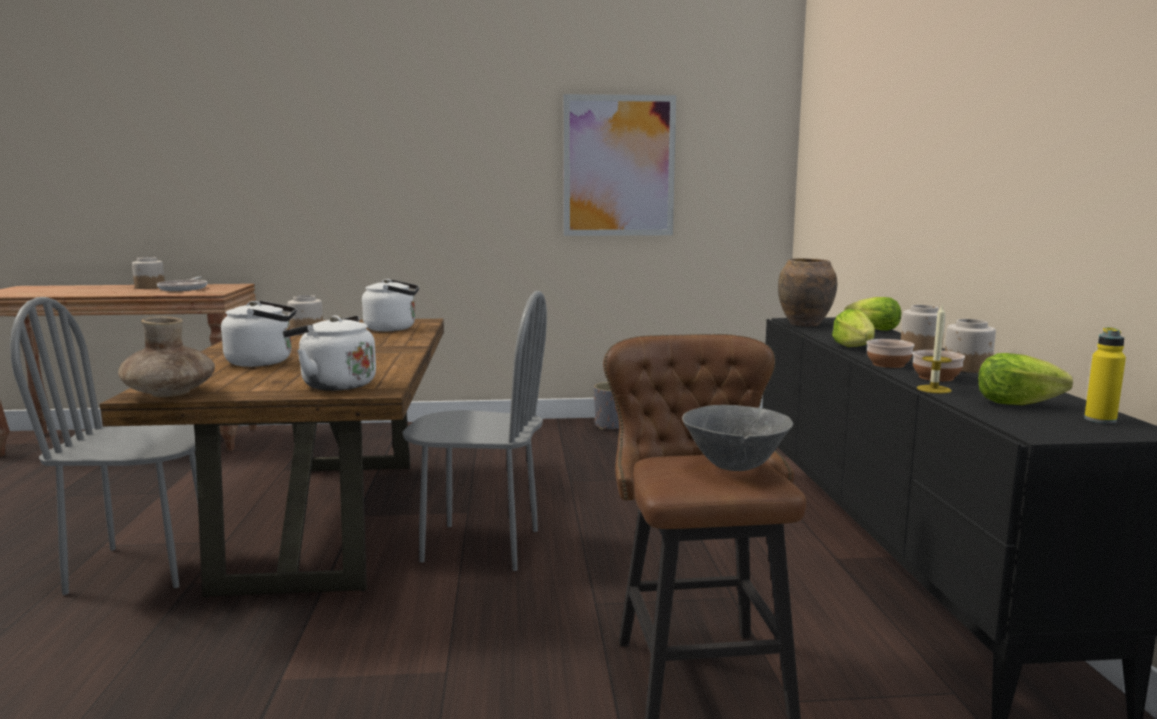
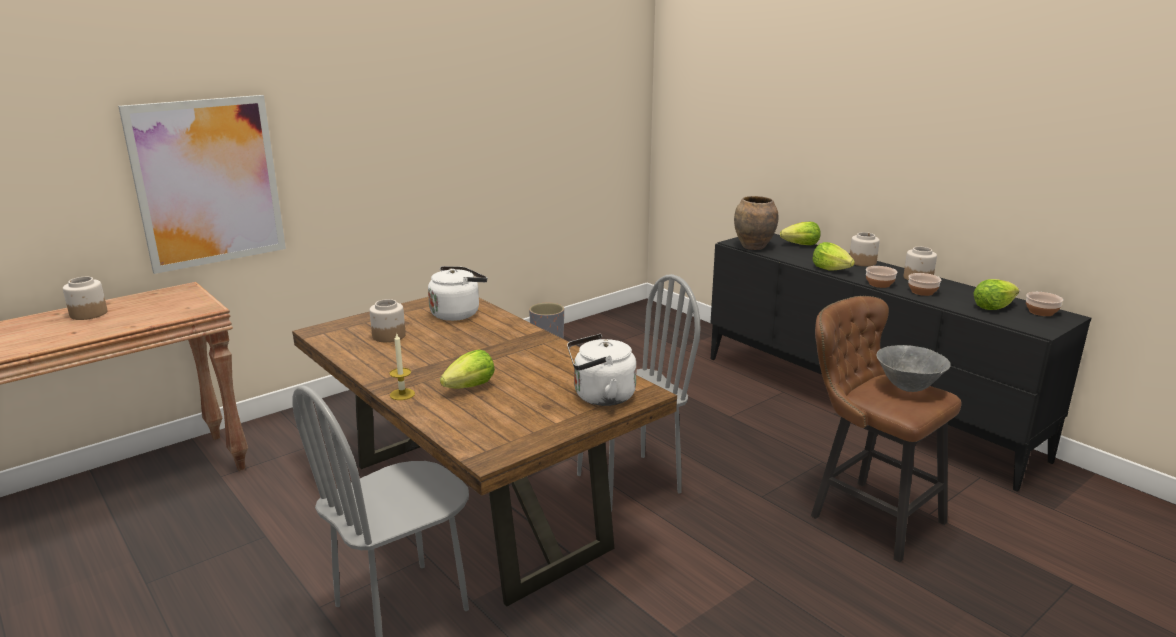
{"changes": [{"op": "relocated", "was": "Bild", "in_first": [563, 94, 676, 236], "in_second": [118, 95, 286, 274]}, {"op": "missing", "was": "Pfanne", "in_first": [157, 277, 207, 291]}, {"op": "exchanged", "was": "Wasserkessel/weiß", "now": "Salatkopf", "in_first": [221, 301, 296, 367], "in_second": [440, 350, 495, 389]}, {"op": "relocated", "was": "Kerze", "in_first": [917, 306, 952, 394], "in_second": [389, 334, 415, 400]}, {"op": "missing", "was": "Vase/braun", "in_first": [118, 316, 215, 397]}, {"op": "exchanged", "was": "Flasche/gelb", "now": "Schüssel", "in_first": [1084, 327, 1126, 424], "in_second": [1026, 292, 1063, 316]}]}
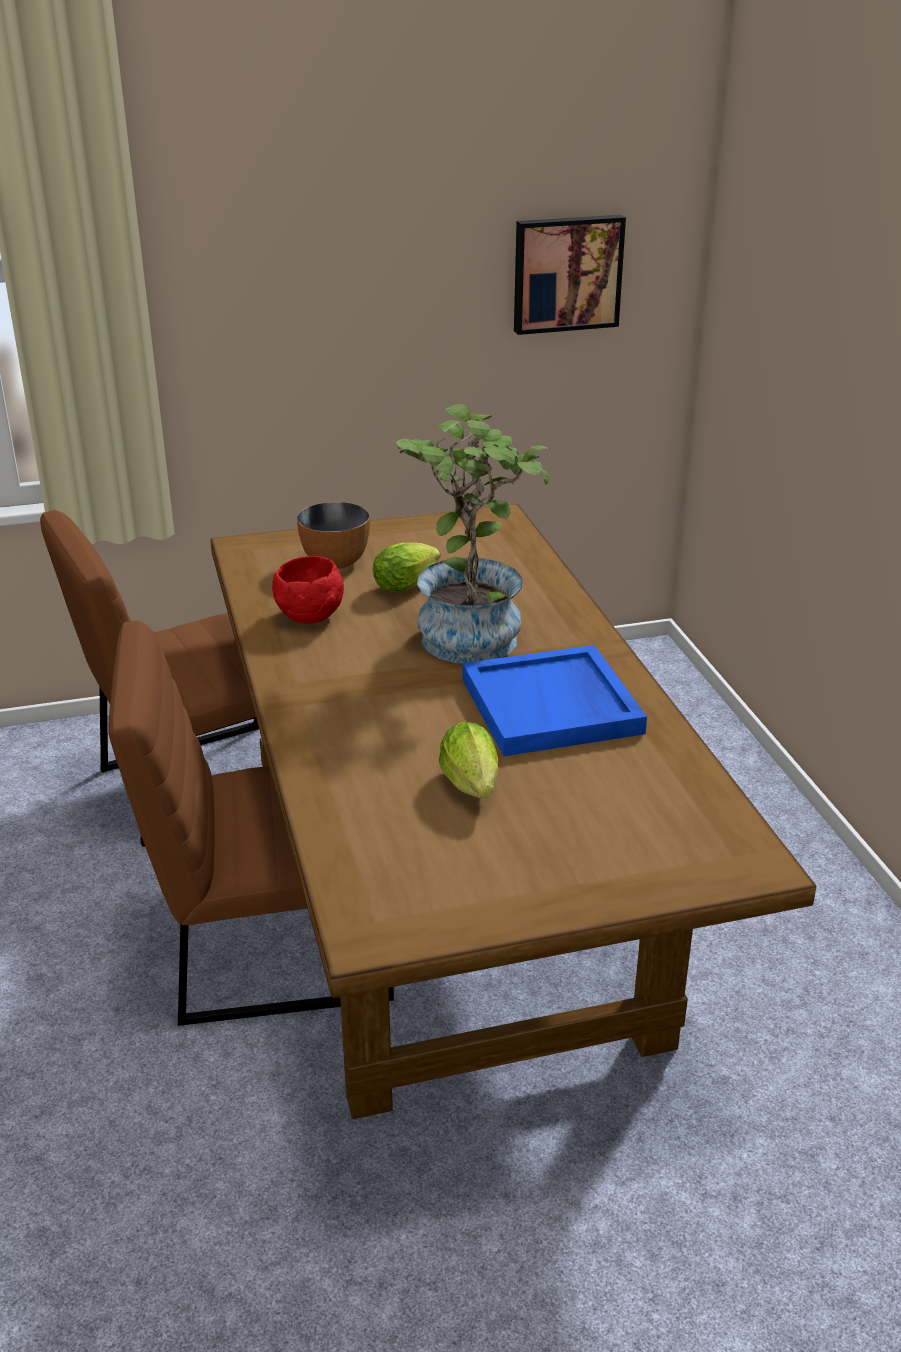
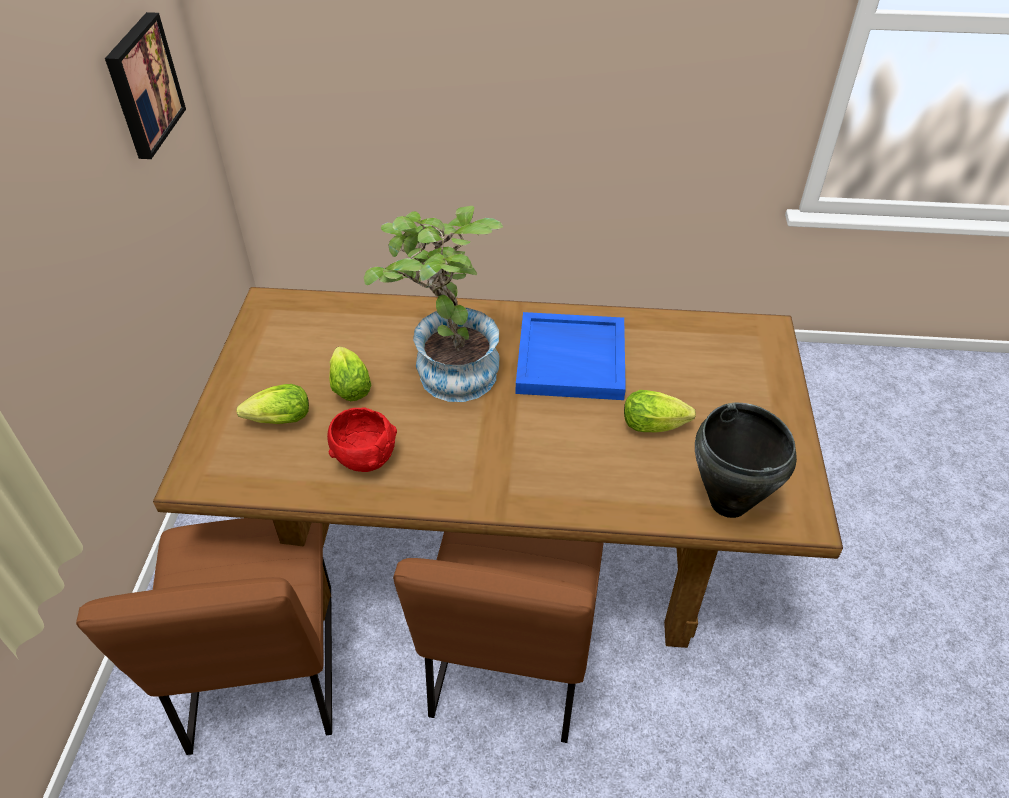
{"changes": [{"op": "exchanged", "was": "Schüssel", "now": "Salatkopf", "in_first": [297, 502, 370, 569], "in_second": [236, 384, 309, 424]}, {"op": "appeared", "now": "Kochtopf/schwarz", "in_second": [695, 403, 797, 518]}]}
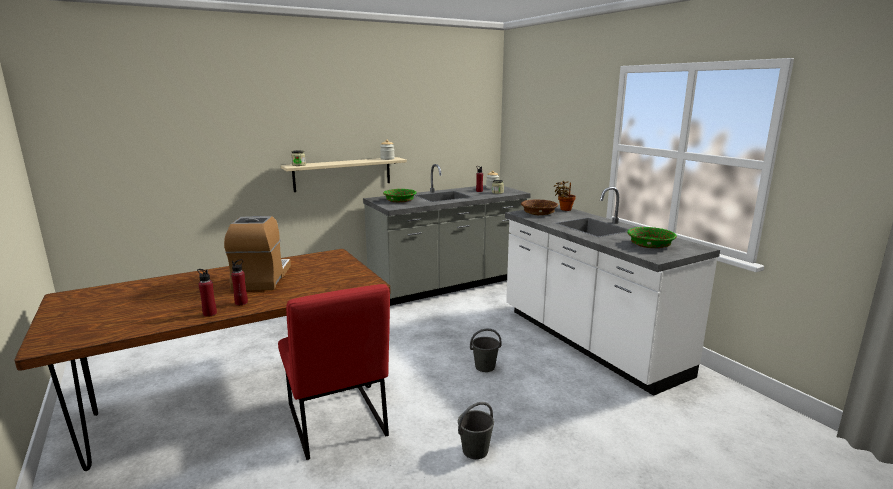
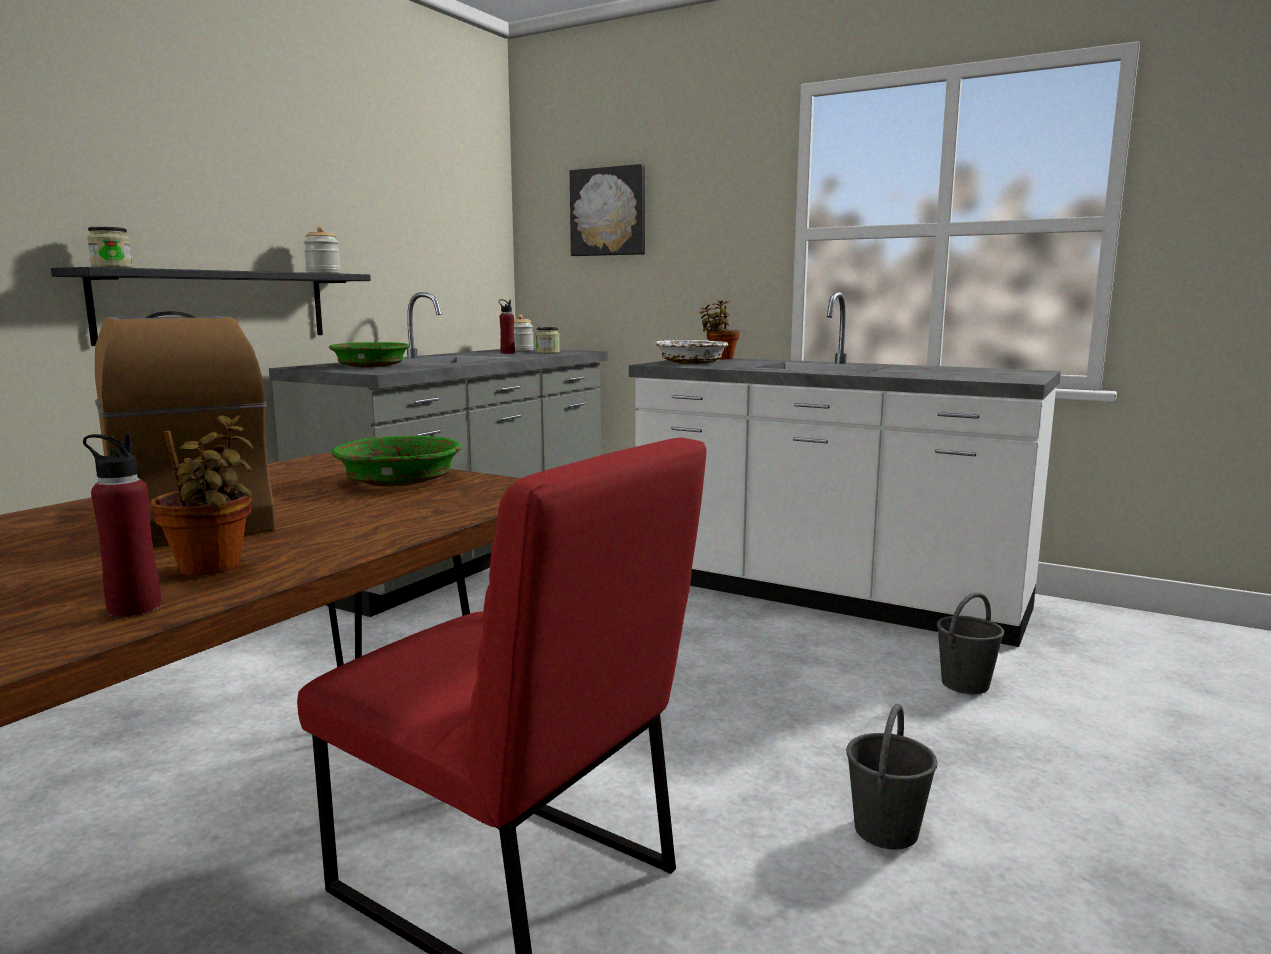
{"changes": [{"op": "colour", "was": "Wandregal/beige", "now": "Wandregal/schwarz", "in_first": [281, 157, 407, 192], "in_second": [51, 267, 371, 346]}, {"op": "colour", "was": "Schüssel/braun", "now": "Schüssel/weiß", "in_first": [521, 199, 558, 215], "in_second": [655, 340, 728, 364]}, {"op": "relocated", "was": "Schüssel/grün", "in_first": [627, 227, 677, 248], "in_second": [331, 436, 462, 487]}, {"op": "exchanged", "was": "Flasche/rot", "now": "Topfpflanze", "in_first": [231, 259, 248, 305], "in_second": [151, 415, 254, 576]}, {"op": "relocated", "was": "Eimer/grau", "in_first": [470, 329, 502, 372], "in_second": [937, 592, 1004, 694]}, {"op": "appeared", "now": "Bild", "in_second": [570, 164, 645, 256]}]}
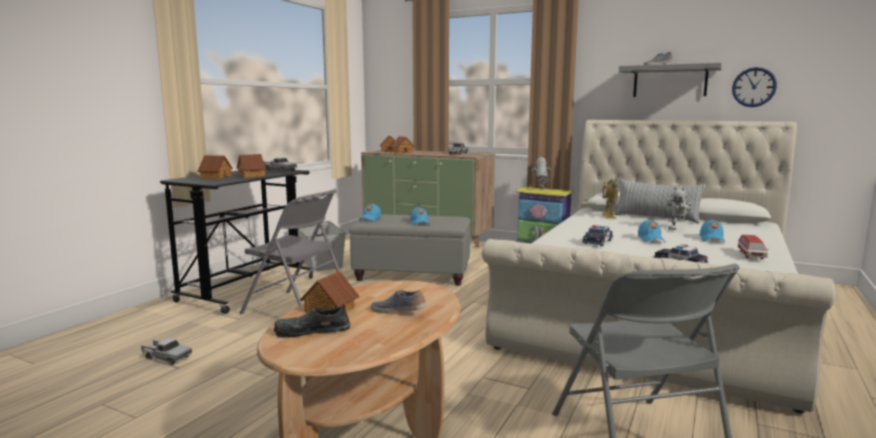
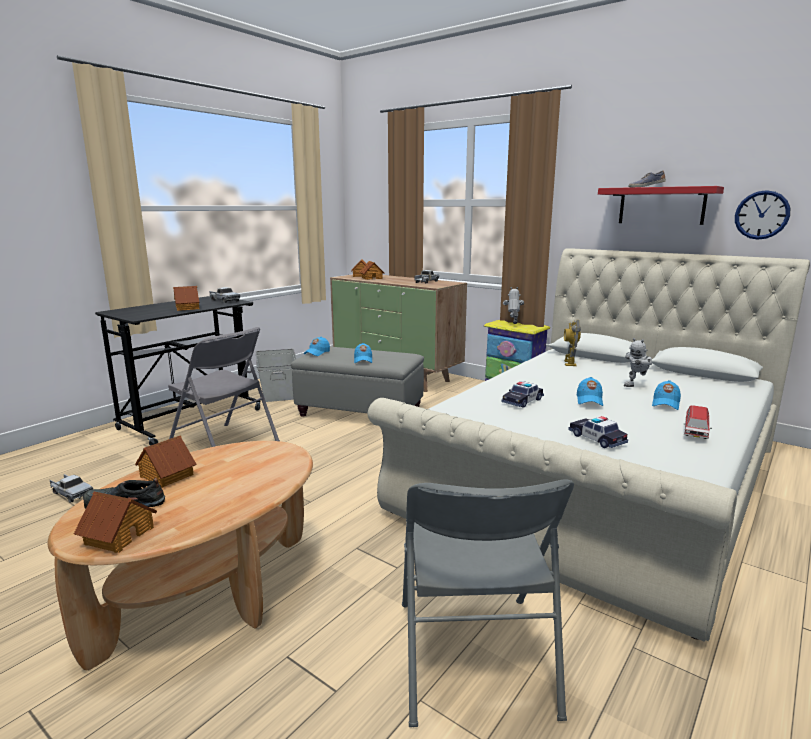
{"changes": [{"op": "colour", "was": "Wandregal/grau", "now": "Wandregal/rot", "in_first": [619, 63, 722, 97], "in_second": [598, 186, 724, 225]}, {"op": "relocated", "was": "Spielzeughaus", "in_first": [198, 155, 233, 179], "in_second": [74, 492, 157, 553]}, {"op": "missing", "was": "Kissen", "in_first": [614, 179, 706, 223]}, {"op": "missing", "was": "Schuh", "in_first": [370, 290, 427, 313]}]}
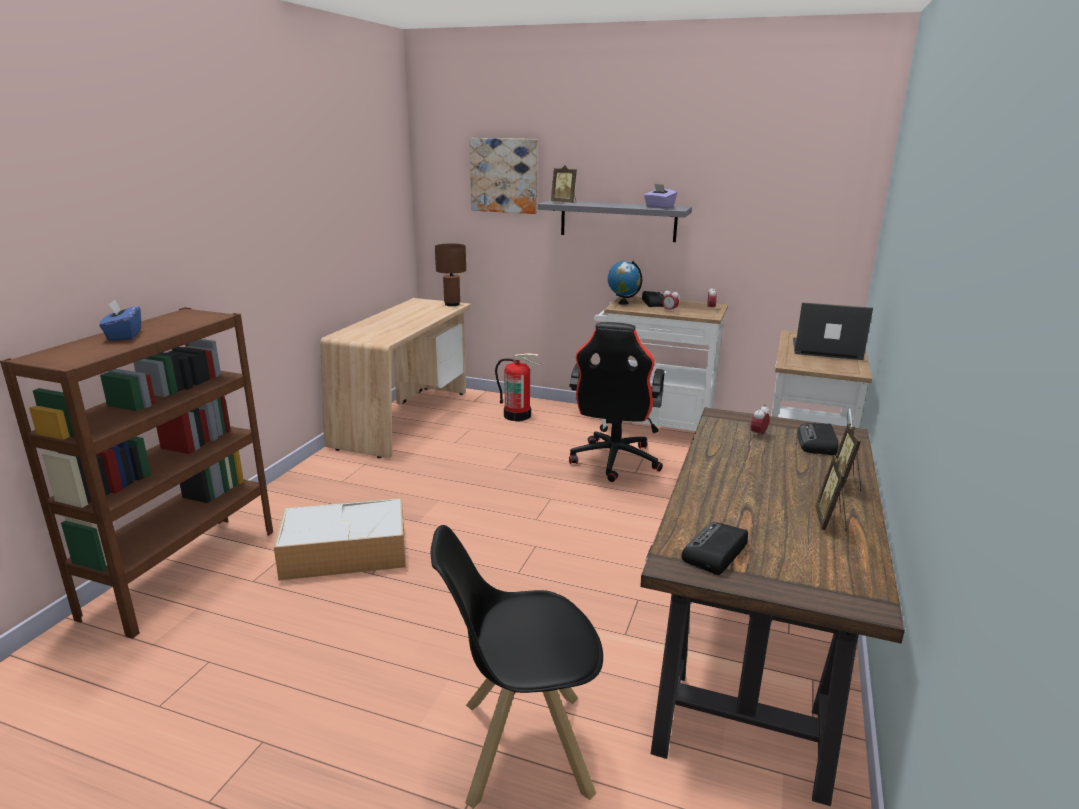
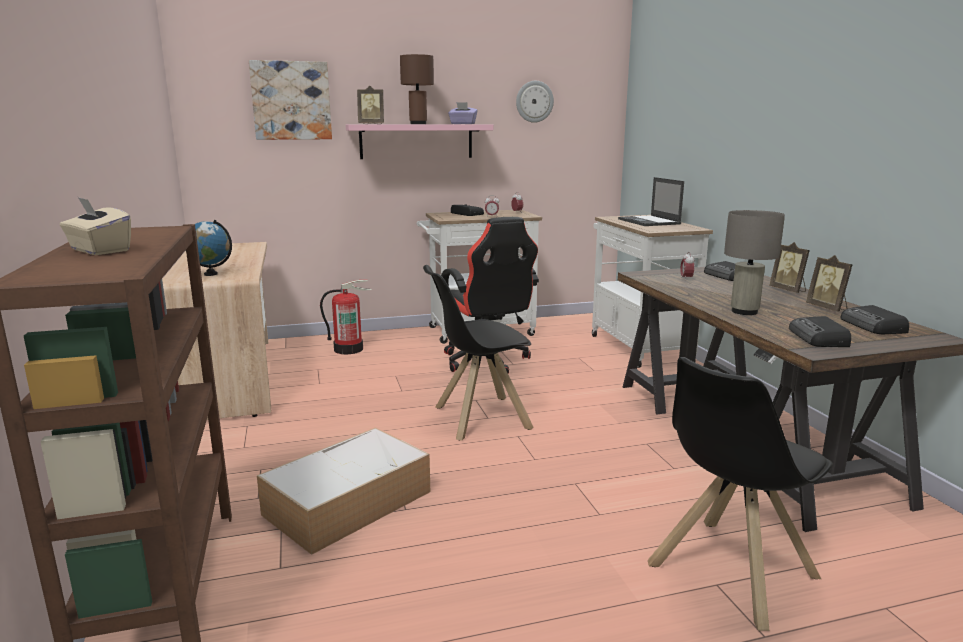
{"changes": [{"op": "colour", "was": "Wandregal/grau", "now": "Wandregal/rosa", "in_first": [538, 200, 692, 242], "in_second": [346, 124, 493, 159]}, {"op": "relocated", "was": "Tischlampe/braun", "in_first": [435, 244, 466, 306], "in_second": [400, 54, 434, 124]}, {"op": "relocated", "was": "Globus", "in_first": [608, 261, 642, 305], "in_second": [185, 220, 232, 276]}, {"op": "colour", "was": "Taschentuchbox/blau", "now": "Taschentuchbox/beige", "in_first": [100, 300, 141, 341], "in_second": [60, 197, 131, 255]}, {"op": "spun", "was": "Laptop", "in_first": [793, 302, 873, 360], "in_second": [618, 177, 684, 226], "clockwise": -90}, {"op": "appeared", "now": "Wanduhr", "in_second": [516, 81, 554, 123]}, {"op": "appeared", "now": "Tischlampe/grau", "in_second": [724, 210, 785, 315]}, {"op": "appeared", "now": "Stuhl/schwarz", "in_second": [423, 265, 534, 441]}, {"op": "appeared", "now": "Radio", "in_second": [840, 305, 909, 334]}]}
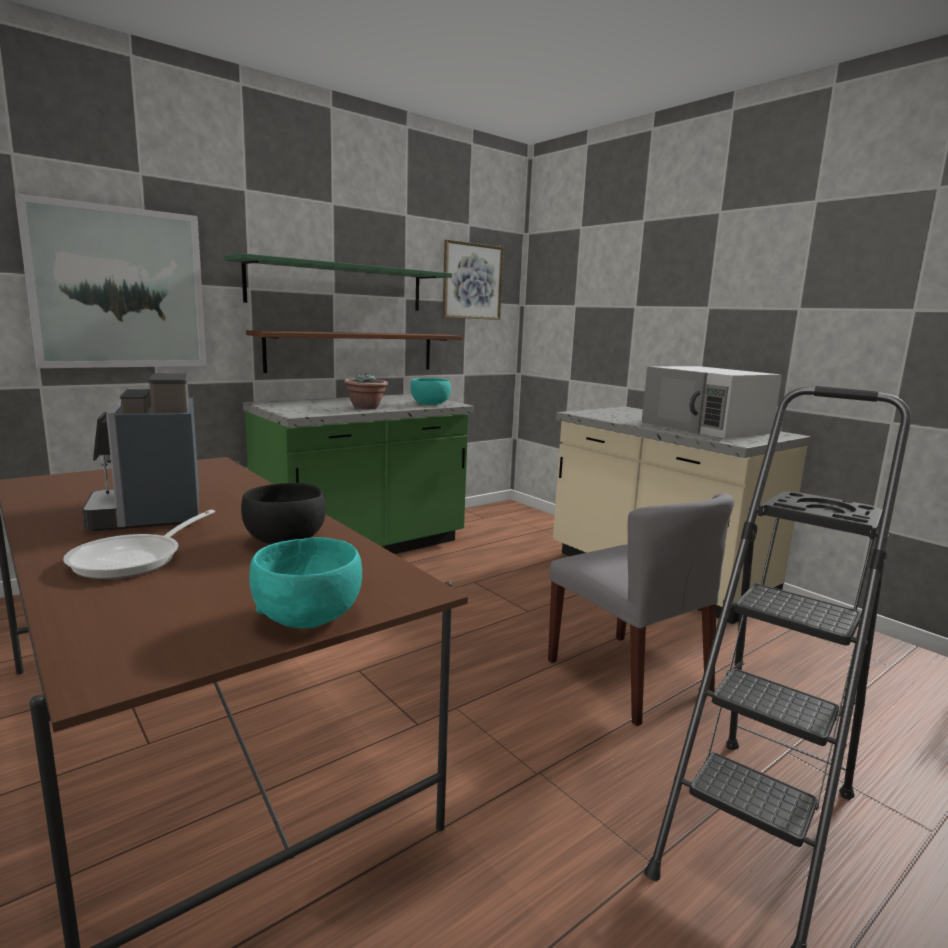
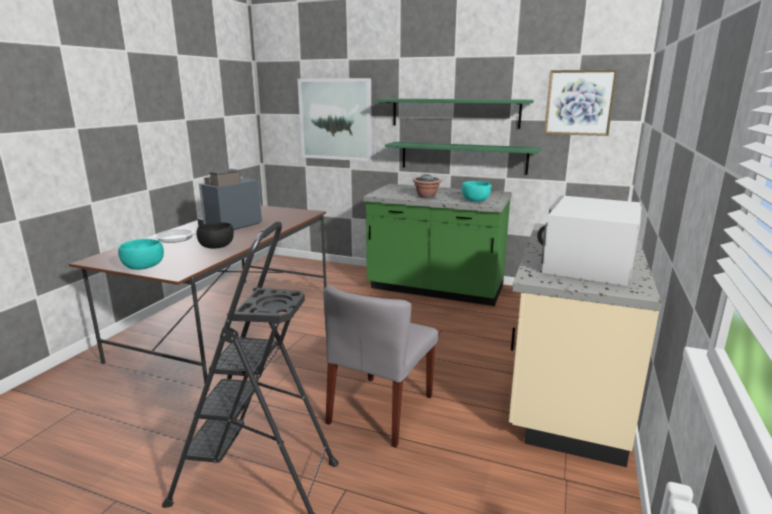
{"changes": [{"op": "colour", "was": "Wandregal/braun", "now": "Wandregal/grün", "in_first": [246, 330, 462, 373], "in_second": [385, 142, 541, 175]}]}
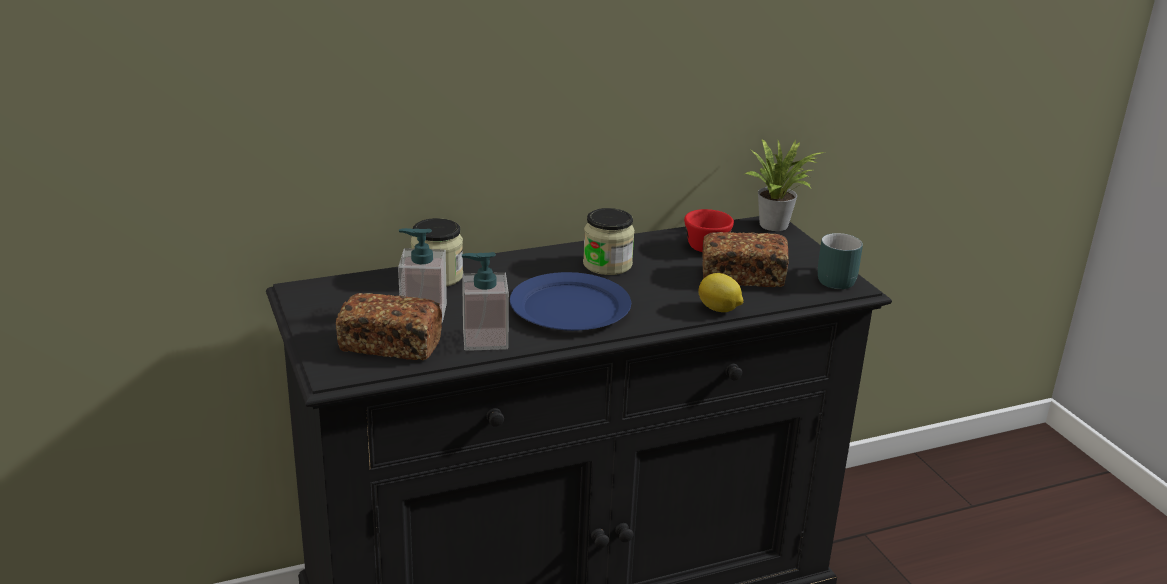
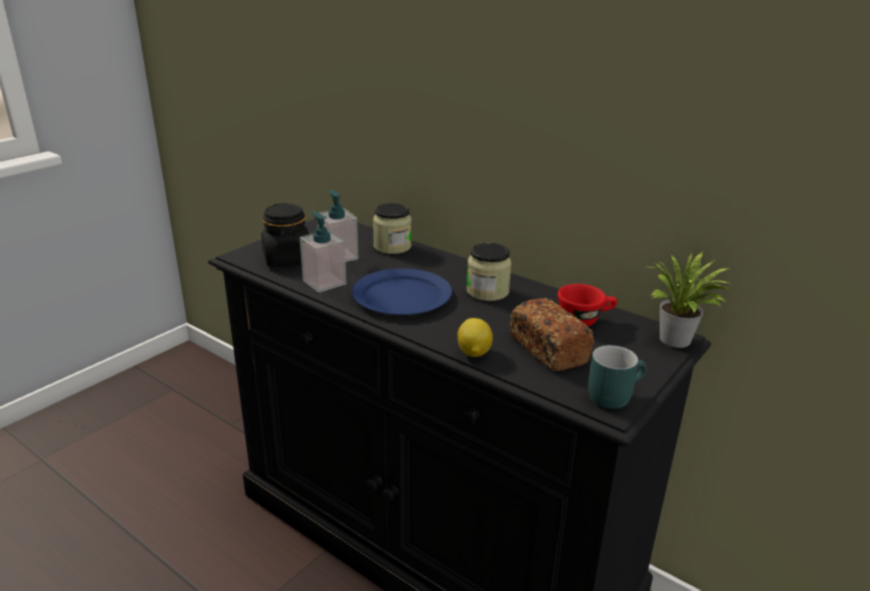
{"changes": [{"op": "exchanged", "was": "Brot", "now": "Vorratsglas/schwarz", "in_first": [336, 293, 442, 360], "in_second": [261, 203, 309, 267]}]}
